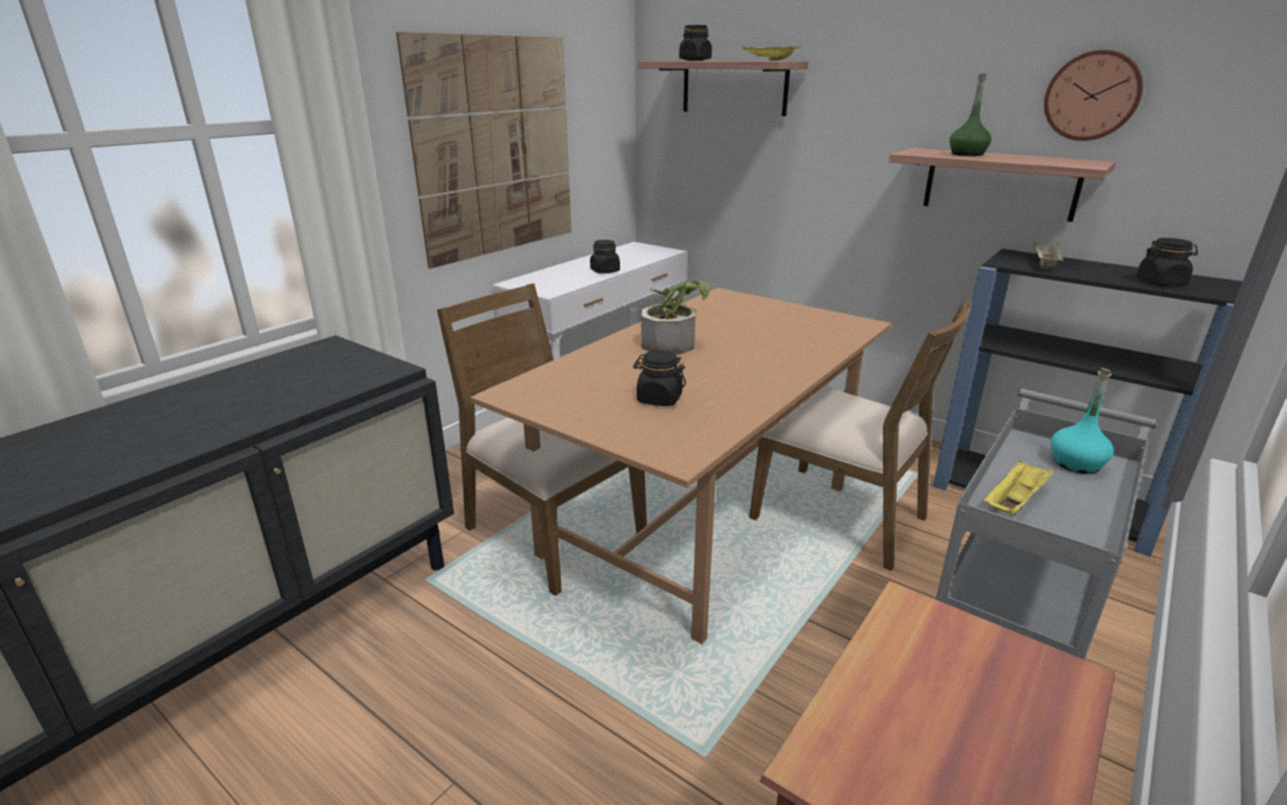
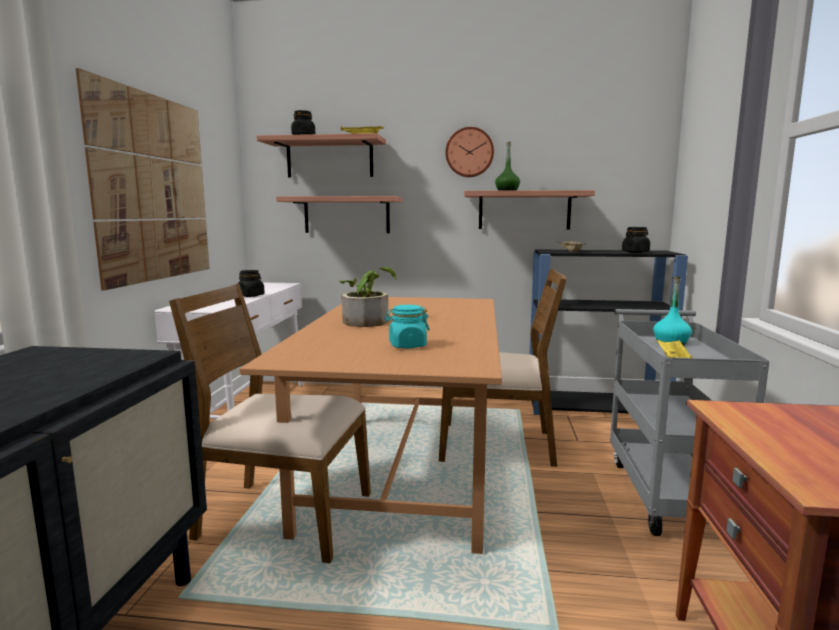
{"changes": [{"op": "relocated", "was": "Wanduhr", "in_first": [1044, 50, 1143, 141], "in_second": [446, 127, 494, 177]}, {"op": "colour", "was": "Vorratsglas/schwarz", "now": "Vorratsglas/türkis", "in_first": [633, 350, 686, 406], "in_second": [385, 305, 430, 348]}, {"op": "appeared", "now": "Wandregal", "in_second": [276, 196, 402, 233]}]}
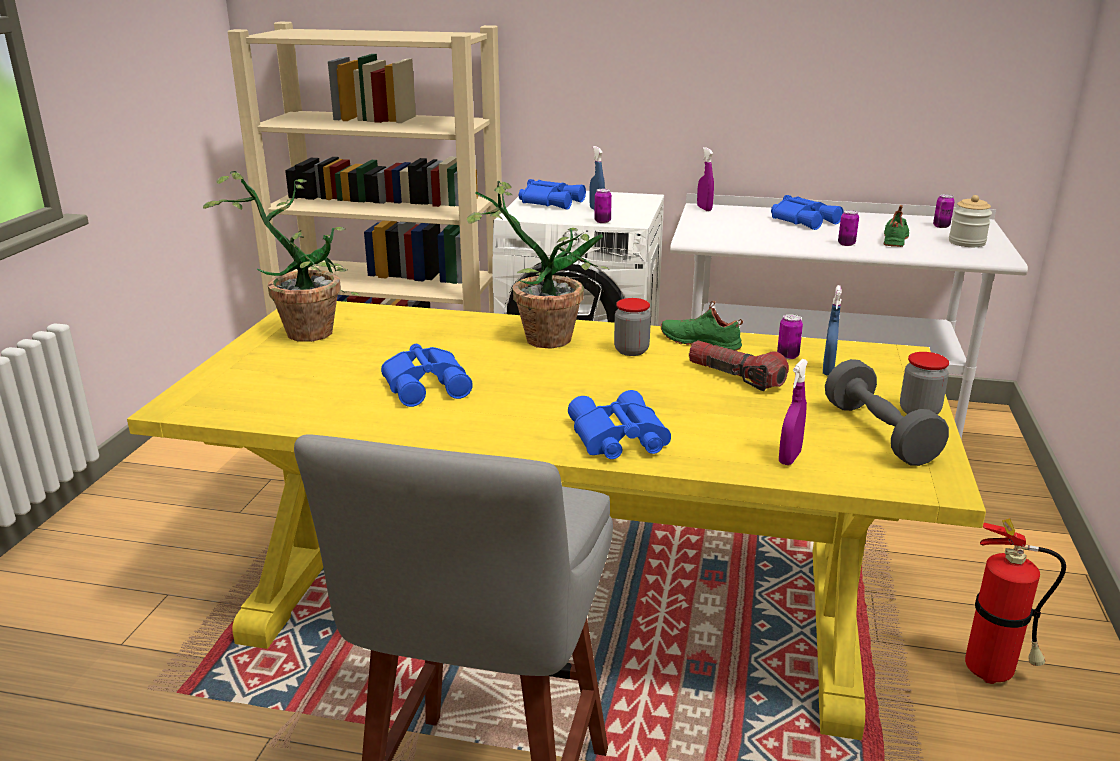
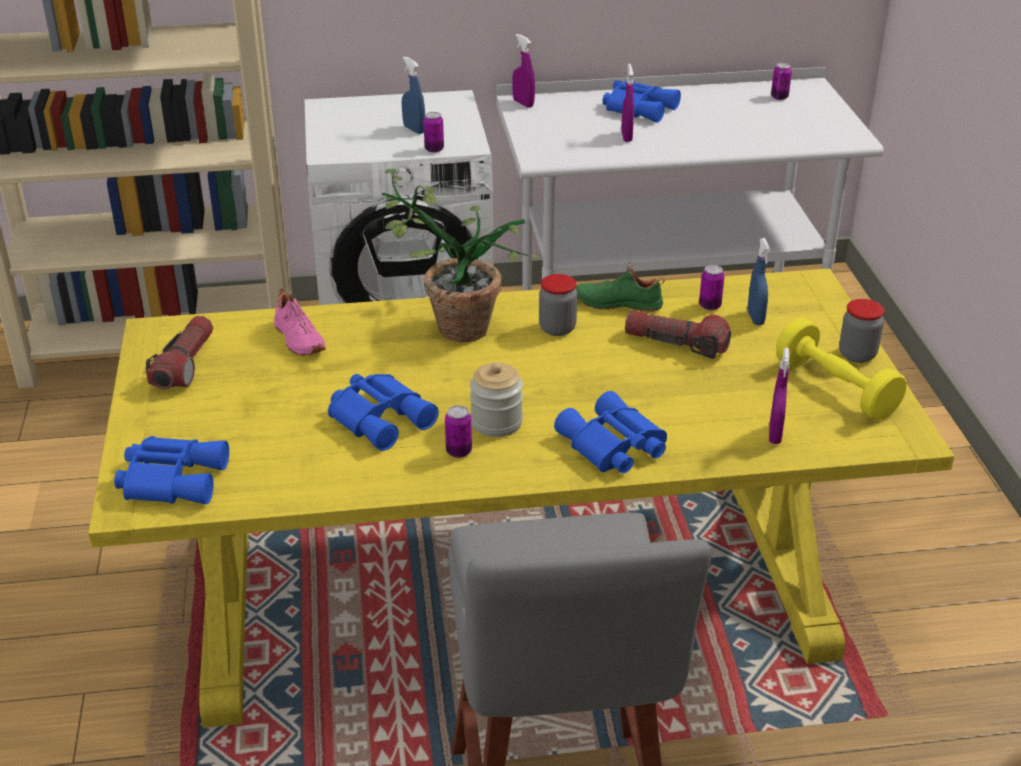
{"changes": [{"op": "exchanged", "was": "Topfpflanze", "now": "Taschenlampe", "in_first": [203, 171, 360, 342], "in_second": [145, 316, 213, 389]}, {"op": "relocated", "was": "Fernglas/blau", "in_first": [519, 179, 586, 209], "in_second": [114, 436, 229, 504]}, {"op": "relocated", "was": "Vorratsglas", "in_first": [949, 195, 992, 247], "in_second": [470, 362, 523, 437]}, {"op": "missing", "was": "Schuh/grün", "in_first": [883, 205, 909, 247]}, {"op": "relocated", "was": "Dose", "in_first": [838, 210, 859, 246], "in_second": [445, 405, 472, 458]}, {"op": "colour", "was": "Hantel/grau", "now": "Hantel/gelb", "in_first": [825, 359, 949, 466], "in_second": [776, 318, 906, 421]}, {"op": "missing", "was": "Feuerlöscher", "in_first": [965, 518, 1066, 684]}, {"op": "appeared", "now": "Sprühflasche/lila", "in_second": [621, 63, 634, 142]}, {"op": "appeared", "now": "Schuh/rosa", "in_second": [274, 288, 326, 356]}]}
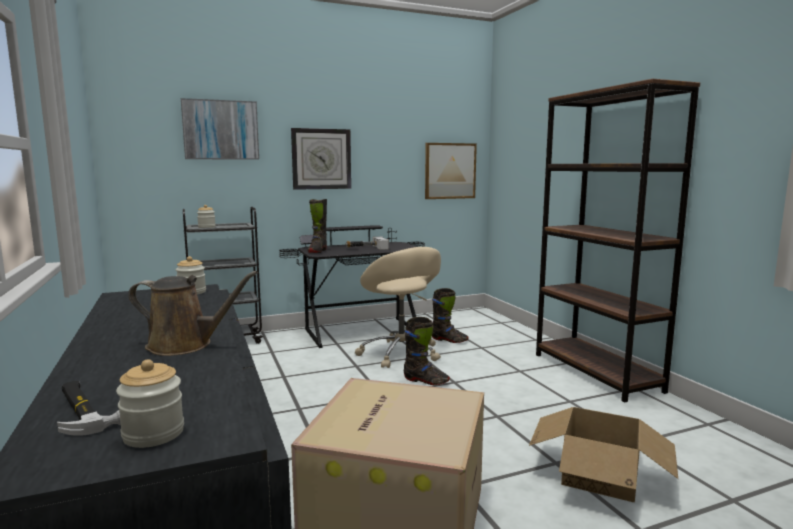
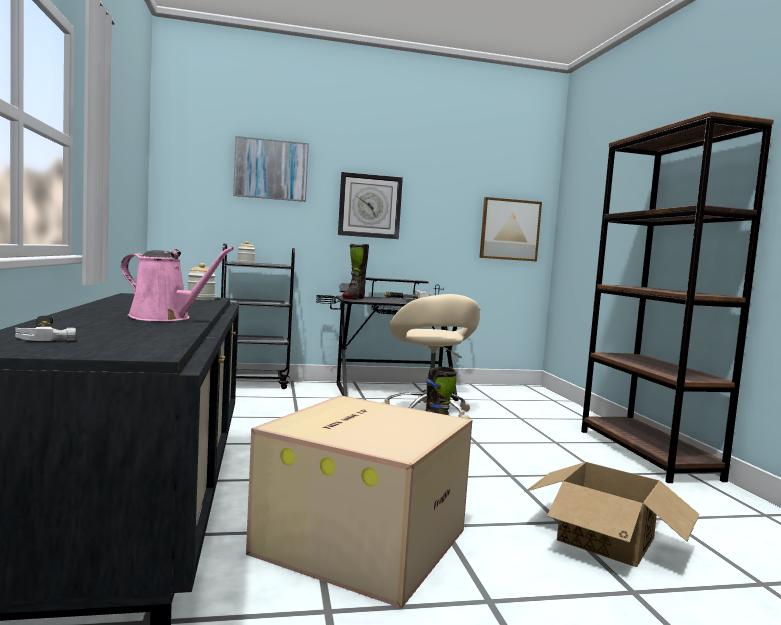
{"changes": [{"op": "colour", "was": "Gießkanne/braun", "now": "Gießkanne/rosa", "in_first": [128, 271, 258, 356], "in_second": [121, 247, 234, 321]}, {"op": "missing", "was": "Stiefel/schwarz", "in_first": [432, 288, 469, 343]}, {"op": "missing", "was": "Vorratsglas", "in_first": [116, 359, 184, 448]}]}
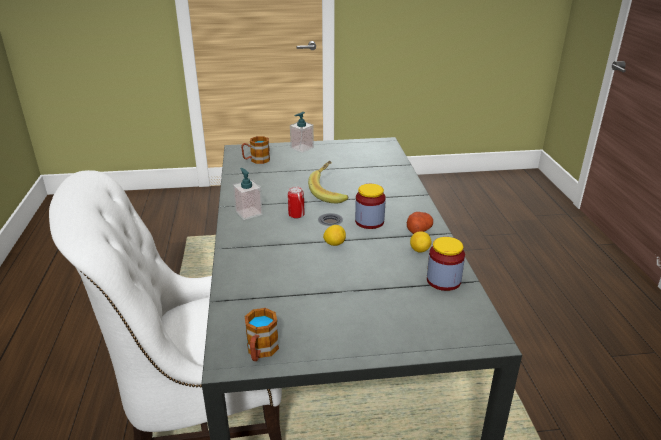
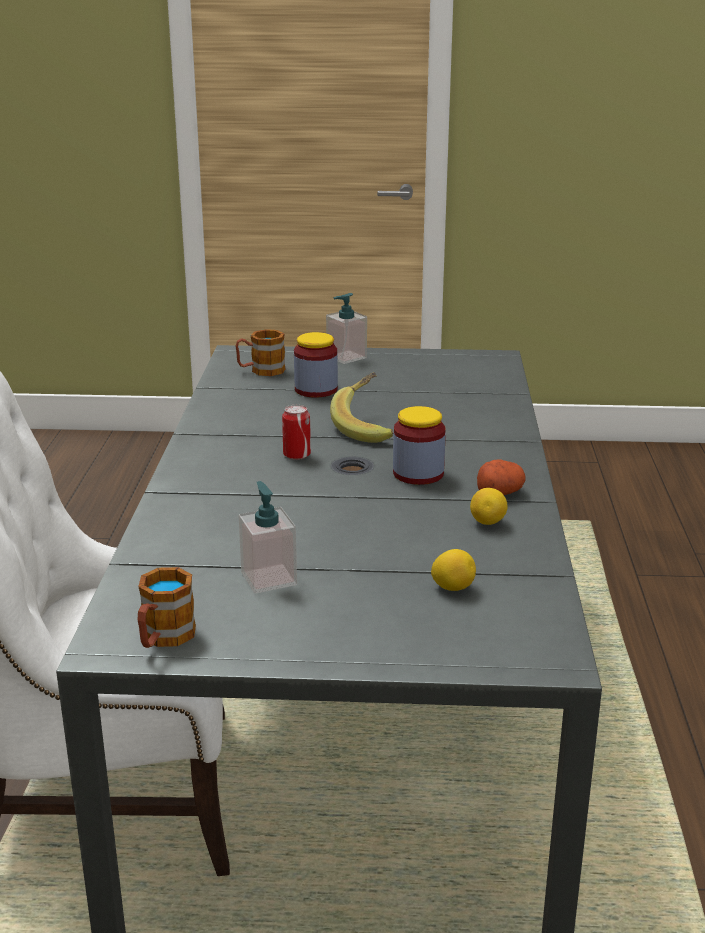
{"changes": [{"op": "relocated", "was": "Seifenspender", "in_first": [233, 168, 263, 220], "in_second": [239, 481, 297, 594]}, {"op": "relocated", "was": "Zitrone", "in_first": [323, 225, 346, 246], "in_second": [431, 549, 476, 591]}, {"op": "relocated", "was": "Vorratsglas", "in_first": [427, 237, 465, 291], "in_second": [294, 332, 338, 398]}]}
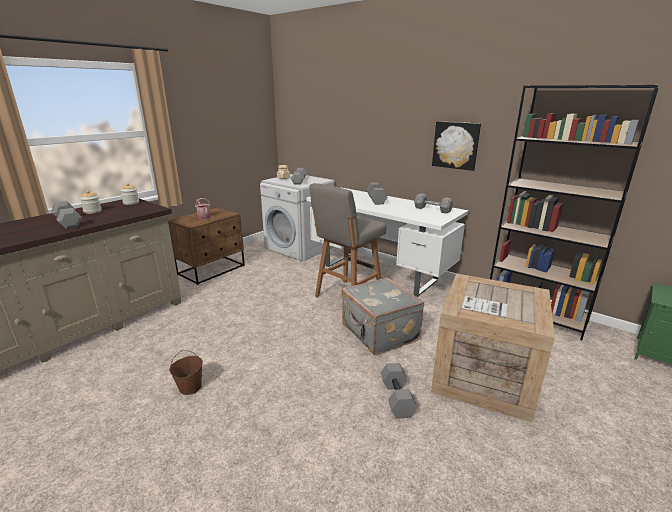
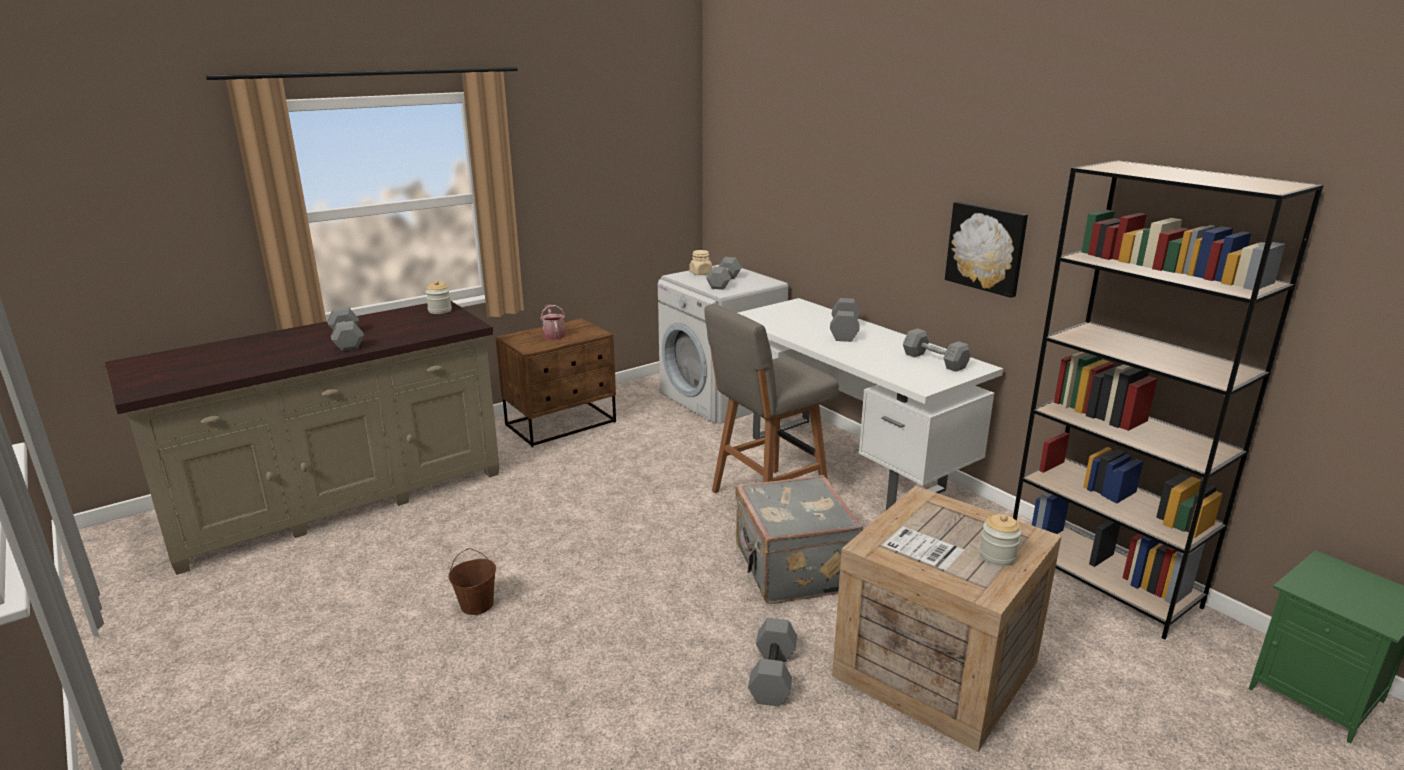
{"changes": [{"op": "relocated", "was": "Vorratsglas", "in_first": [80, 190, 101, 214], "in_second": [980, 514, 1021, 566]}]}
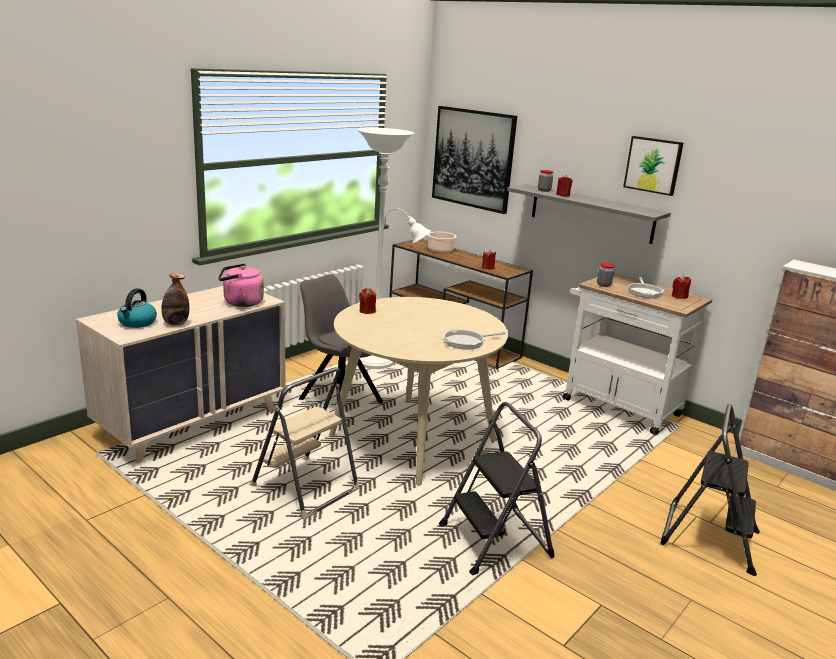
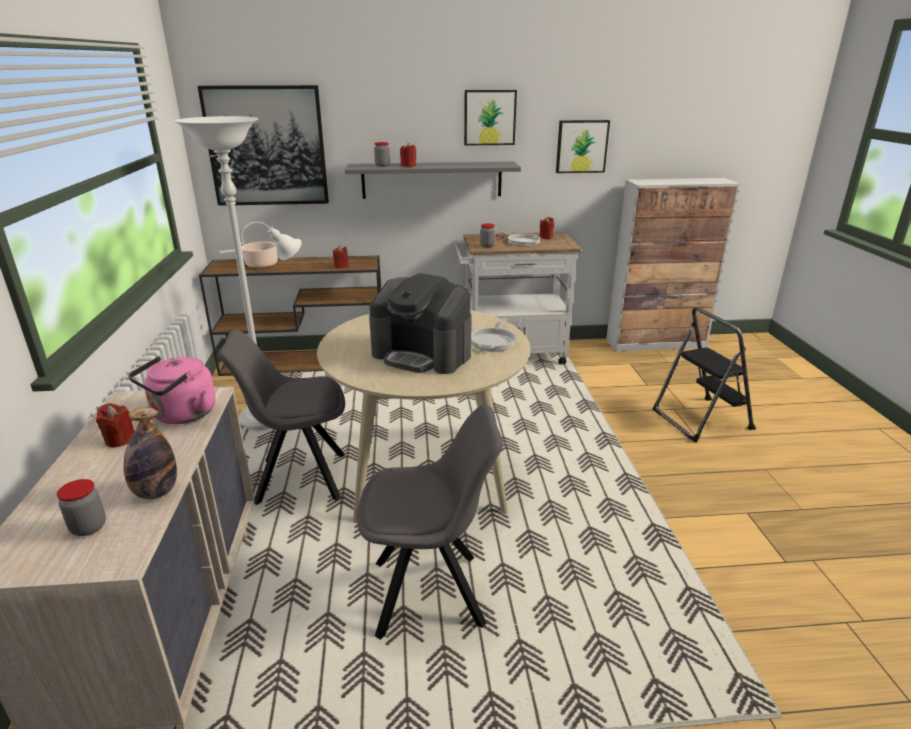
{"changes": [{"op": "relocated", "was": "Kerze/rot", "in_first": [359, 288, 376, 314], "in_second": [96, 403, 135, 447]}, {"op": "exchanged", "was": "Wasserkessel", "now": "Vorratsglas", "in_first": [117, 289, 157, 328], "in_second": [57, 479, 106, 536]}, {"op": "exchanged", "was": "Trittleiter/beige", "now": "Stuhl/grau", "in_first": [249, 367, 360, 520], "in_second": [357, 404, 503, 640]}, {"op": "missing", "was": "Trittleiter/schwarz", "in_first": [439, 402, 555, 575]}, {"op": "appeared", "now": "Bild", "in_second": [556, 120, 610, 173]}, {"op": "appeared", "now": "Kaffeemaschine", "in_second": [369, 273, 472, 374]}]}
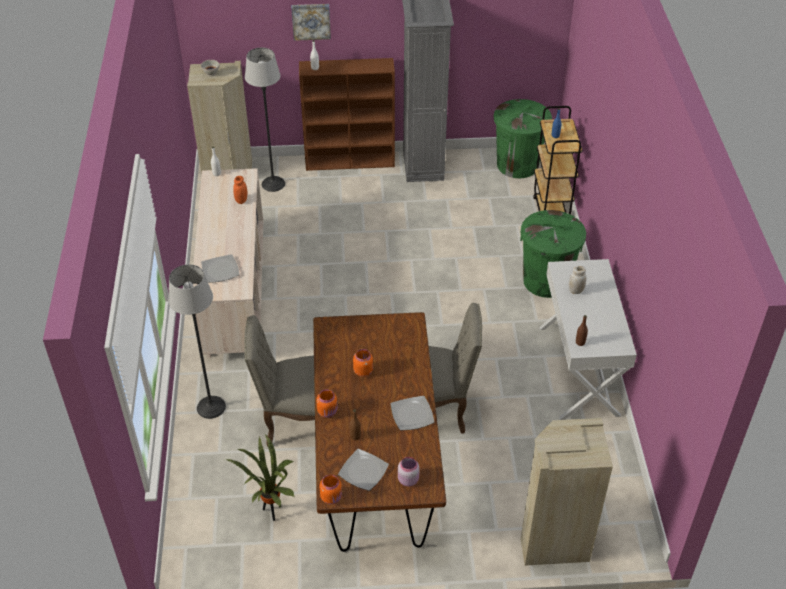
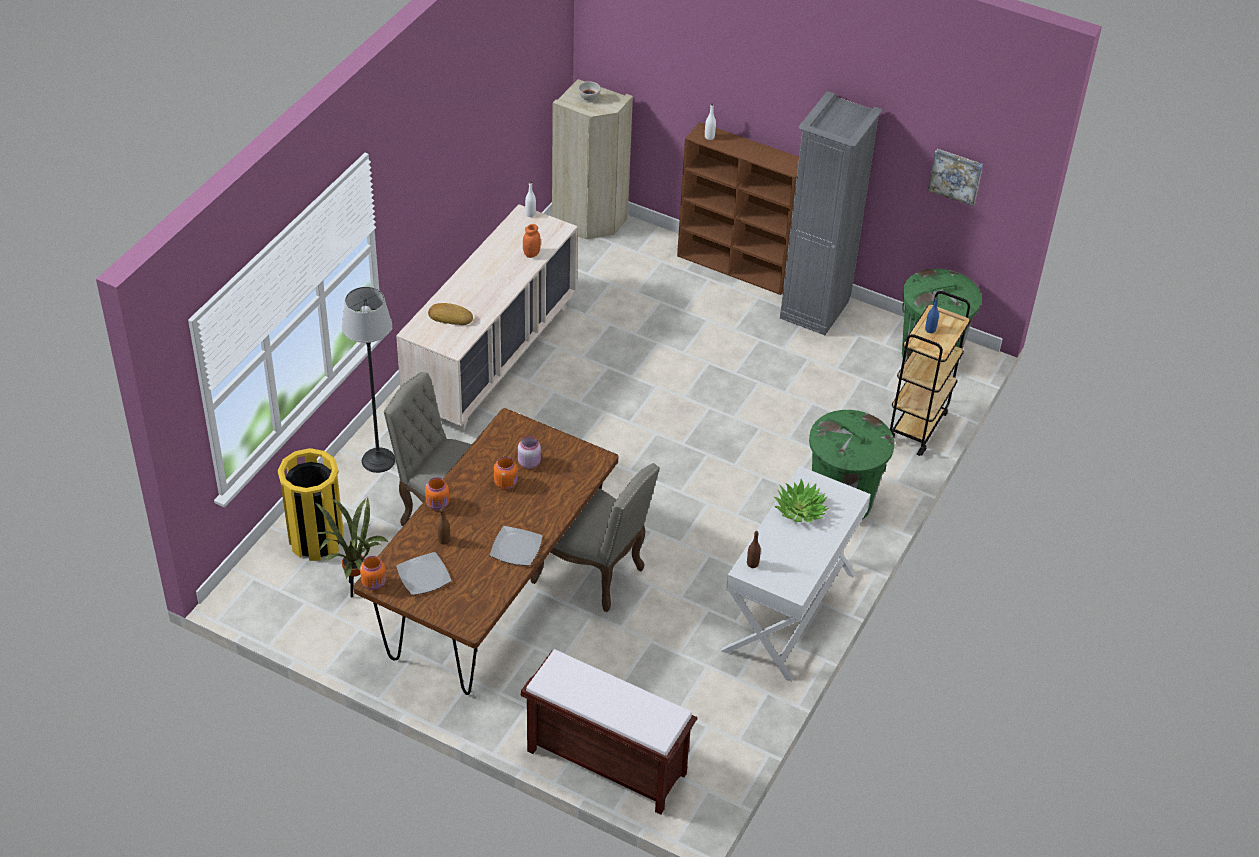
{"changes": [{"op": "relocated", "was": "Bild", "in_first": [291, 4, 331, 41], "in_second": [928, 149, 983, 206]}, {"op": "missing", "was": "Stehlampe", "in_first": [245, 48, 285, 192]}, {"op": "exchanged", "was": "Teller", "now": "Brot", "in_first": [201, 254, 240, 283], "in_second": [428, 303, 473, 325]}, {"op": "exchanged", "was": "Vorratsglas/weiß", "now": "Topfpflanze", "in_first": [569, 266, 587, 294], "in_second": [774, 479, 829, 522]}, {"op": "exchanged", "was": "Schrank/beige", "now": "Bank/braun", "in_first": [521, 418, 613, 566], "in_second": [520, 649, 697, 815]}, {"op": "relocated", "was": "Vorratsglas/rosa", "in_first": [398, 457, 420, 487], "in_second": [518, 436, 541, 469]}, {"op": "appeared", "now": "Mülleimer/gelb", "in_second": [278, 448, 344, 561]}]}
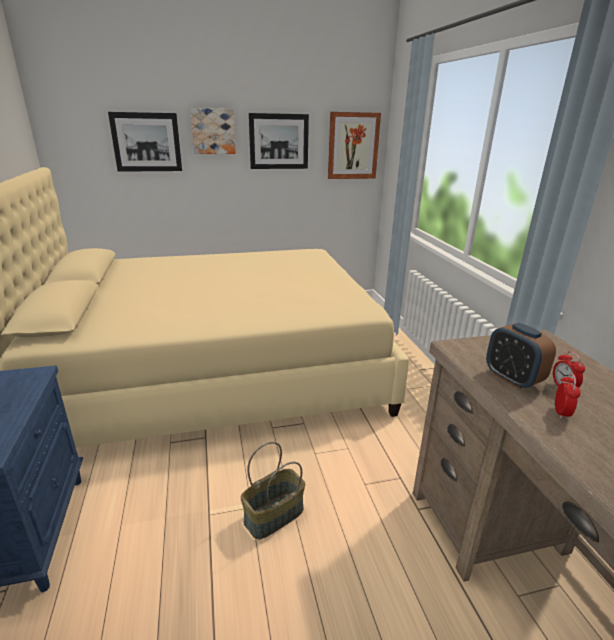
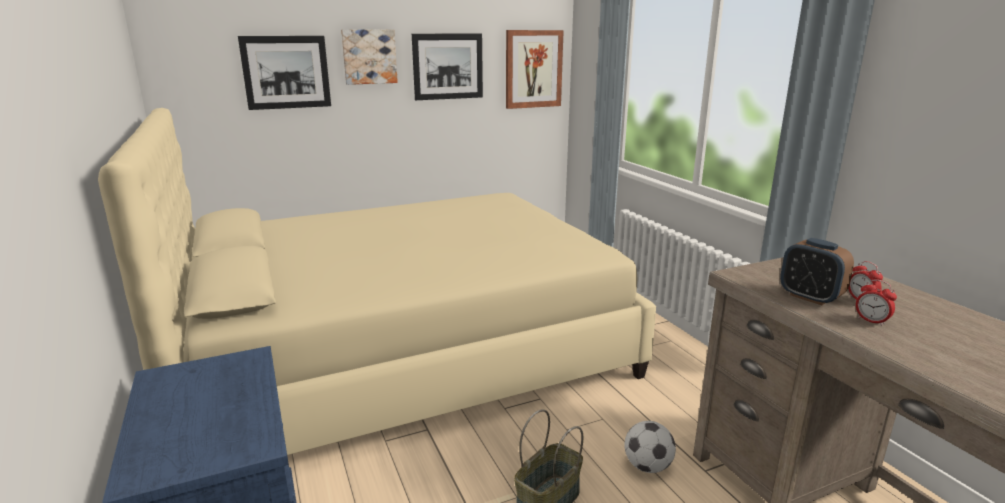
{"changes": [{"op": "spun", "was": "Wecker", "in_first": [555, 373, 581, 420], "in_second": [856, 279, 897, 326], "clockwise": 135}, {"op": "appeared", "now": "Fußball", "in_second": [624, 421, 676, 473]}]}
